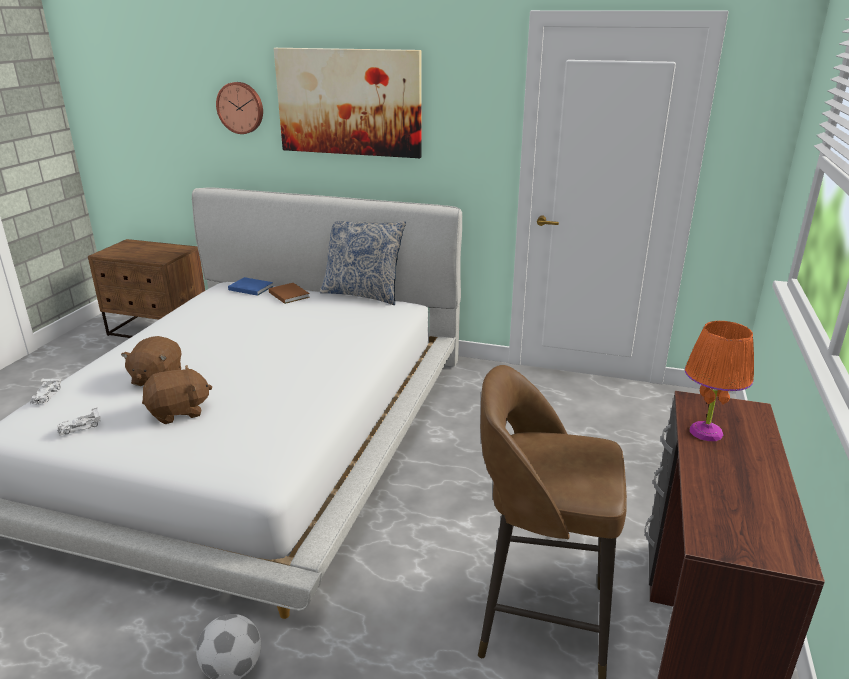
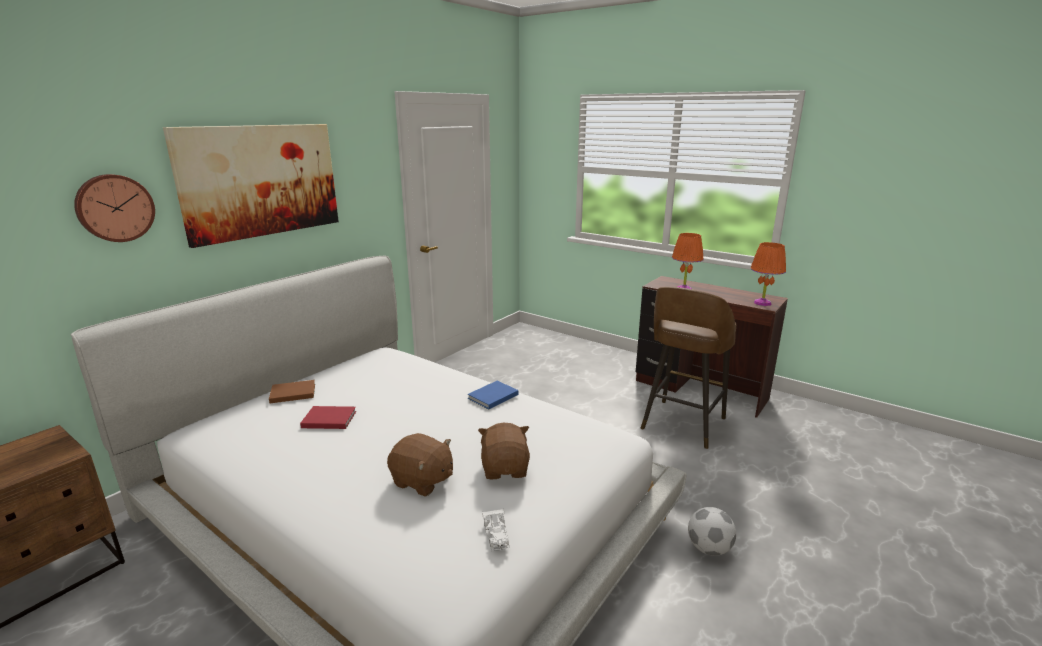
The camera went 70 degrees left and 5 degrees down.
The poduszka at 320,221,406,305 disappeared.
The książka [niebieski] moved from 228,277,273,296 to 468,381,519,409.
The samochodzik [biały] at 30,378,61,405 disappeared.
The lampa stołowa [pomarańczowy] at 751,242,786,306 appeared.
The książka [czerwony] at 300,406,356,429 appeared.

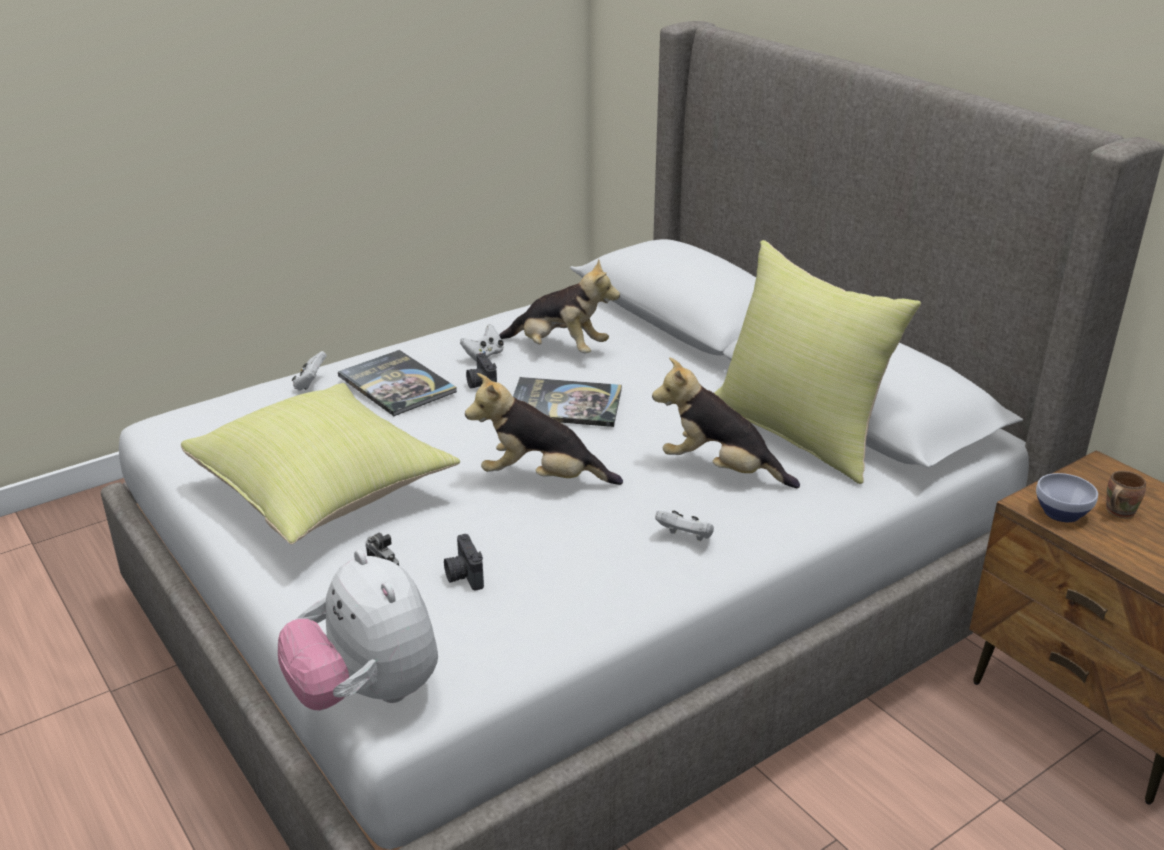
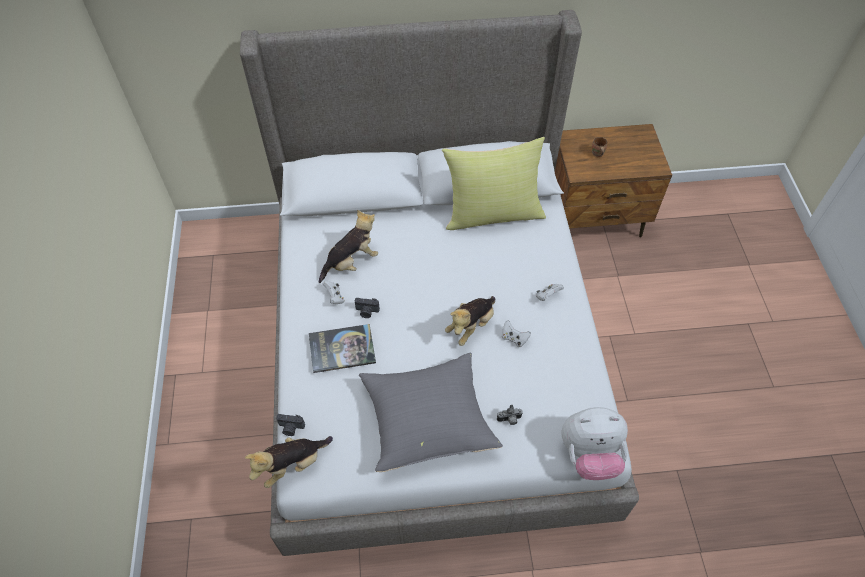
The camera went 60 degrees left and 25 degrees up.
The pad do gier [biały] moved from 292,351,327,391 to 502,320,531,347.
The pluszak moved from 652,357,800,488 to 245,436,333,488.
The książka at 513,377,622,427 disappeared.
The poduszka [żółty] at 181,383,460,544 became the poduszka [szary] at 359,353,503,472.
The miska at 1036,473,1098,522 disappeared.
The aparat fotograficzny moved from 444,534,484,591 to 276,414,305,436.

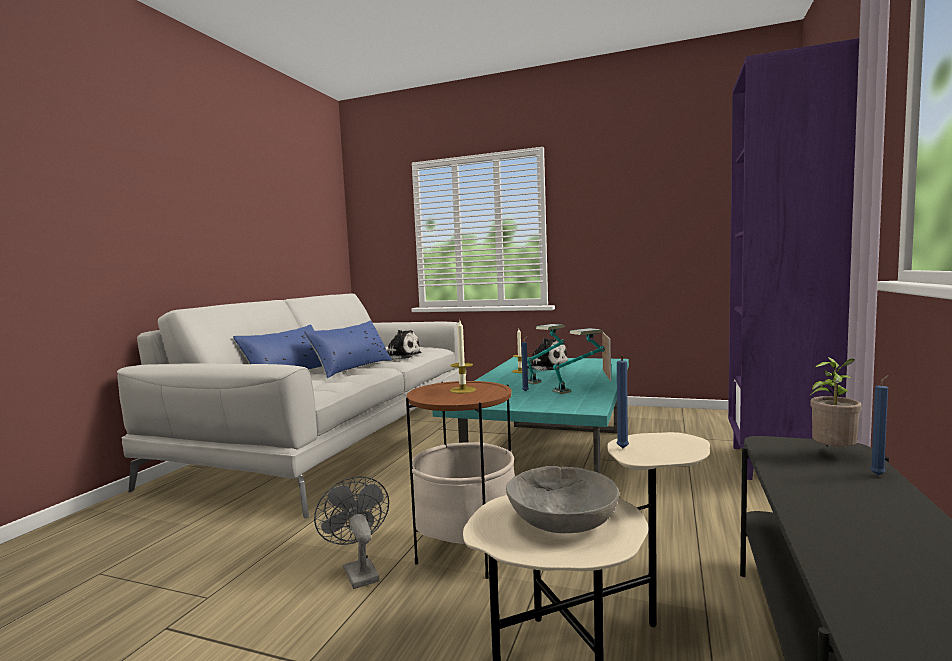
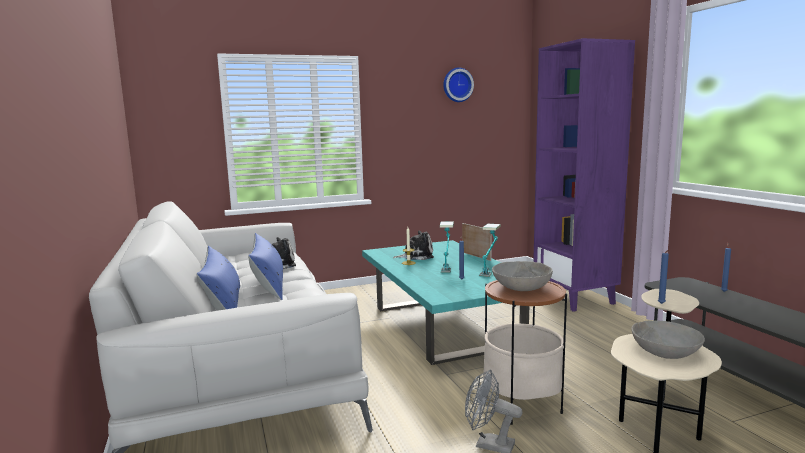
The camera went 40 degrees left and 5 degrees up.
The świeca at 450,320,476,394 was replaced by the miska [szary] at 492,261,553,291.
The roślina doniczkowa at 810,357,862,447 disappeared.
The zegar ścienny at 443,67,474,102 appeared.

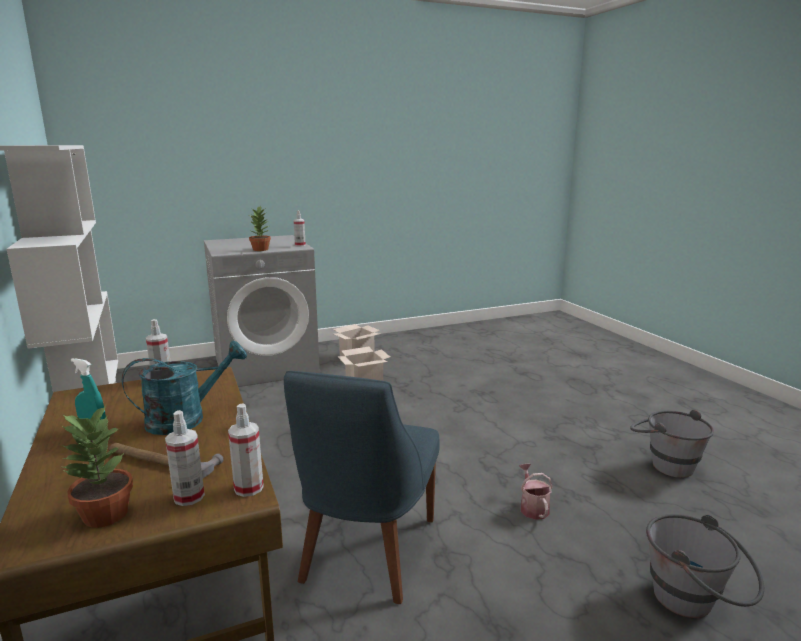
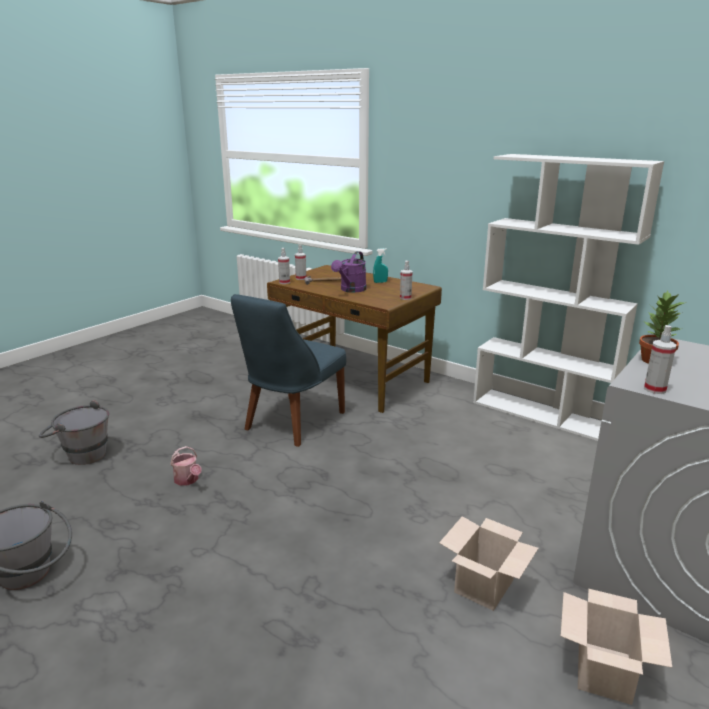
The camera went 150 degrees right and 5 degrees up.
The konewka [turkusowy] at 122,341,247,435 became the konewka [fioletowy] at 331,251,366,293.
The krzesło [niebieski] at 284,371,440,604 turned 135 degrees counterclockwise.
The roślina doniczkowa at 62,405,133,528 disappeared.

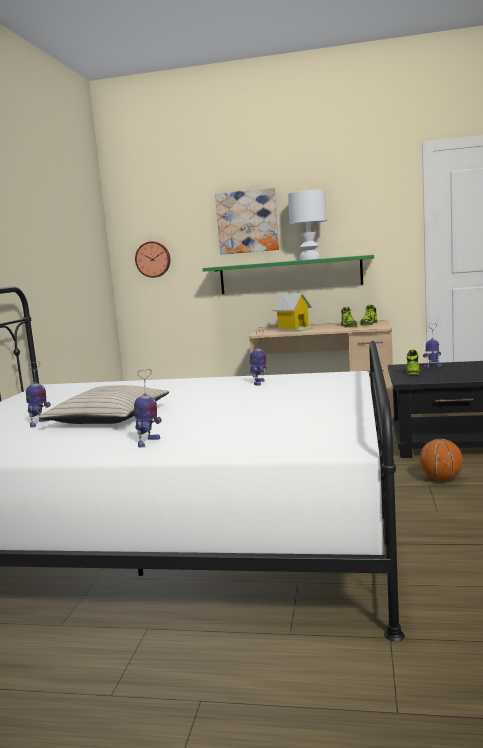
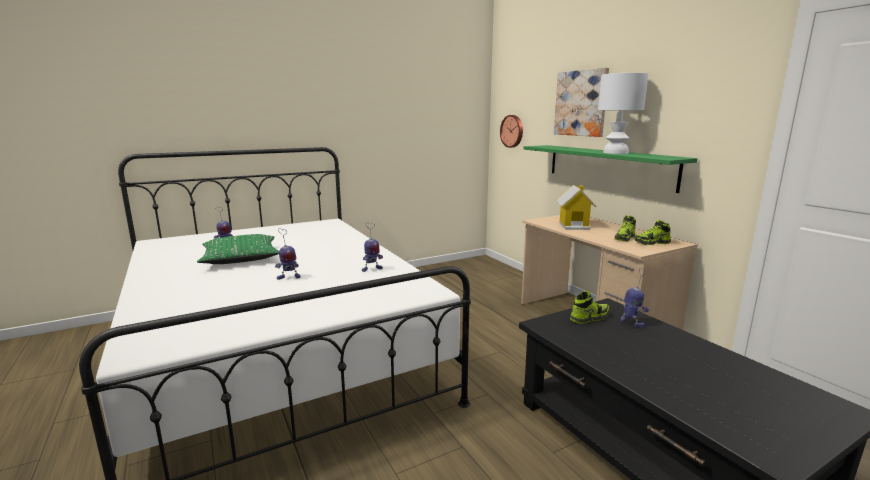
The camera went 50 degrees right and 5 degrees up.
The robot zabawkowy moved from 134,369,162,448 to 275,229,301,280.
The poduszka [beżowy] at 39,385,169,424 became the poduszka [zielony] at 197,234,279,264.
The piłka do koszykówki at 420,439,463,481 disappeared.

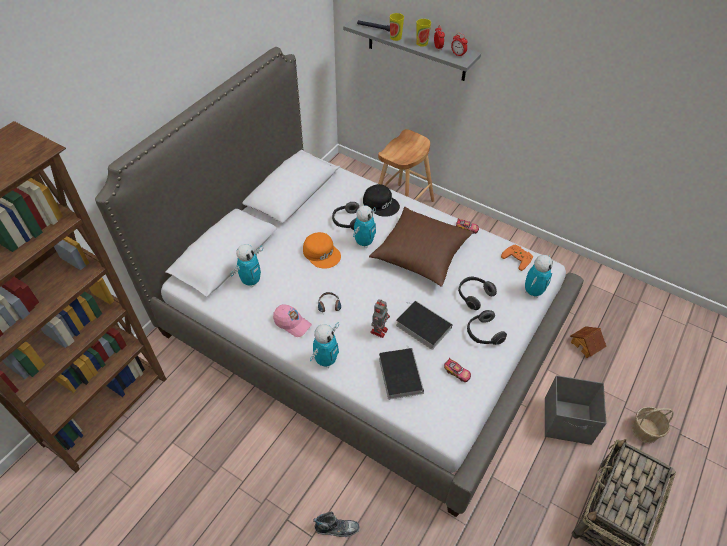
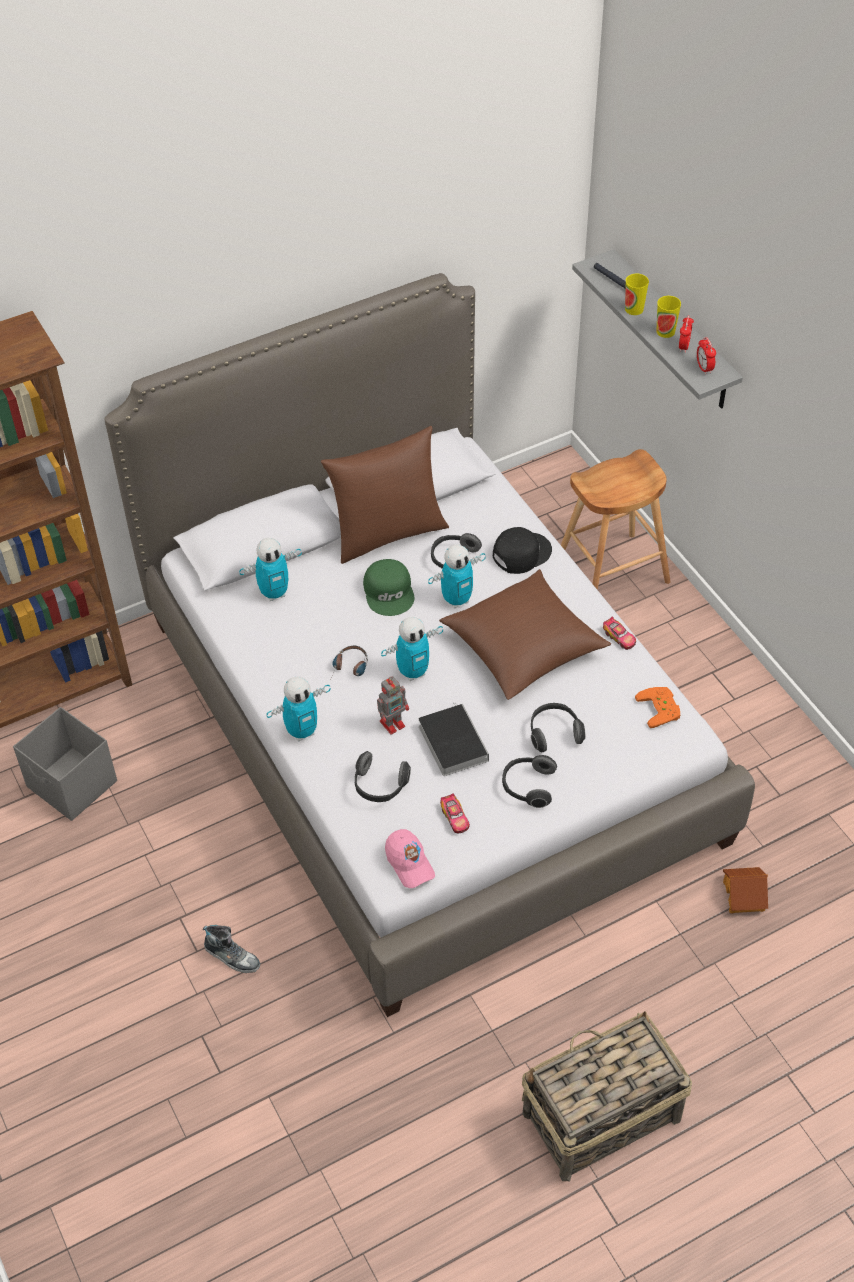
The camera went 30 degrees right and 0 degrees up.
The czapka z daszkiem [czarny] at 363,184,400,217 turned 105 degrees counterclockwise.
The czapka z daszkiem [pomarańczowy] at 303,232,341,269 became the czapka z daszkiem [zielony] at 363,559,414,616.
The robot zabawkowy moved from 525,255,553,298 to 381,617,443,681.
The czapka z daszkiem [różowy] moved from 273,304,312,337 to 385,829,435,888.
The książka at 379,345,424,400 was replaced by the słuchawki at 355,751,411,802.
The pojemnik do przechowywania [szary] moved from 545,375,607,445 to 13,707,117,821.
The koszyk at 632,406,674,443 disappeared.
The poduszka [brązowy] at 321,426,449,564 appeared.

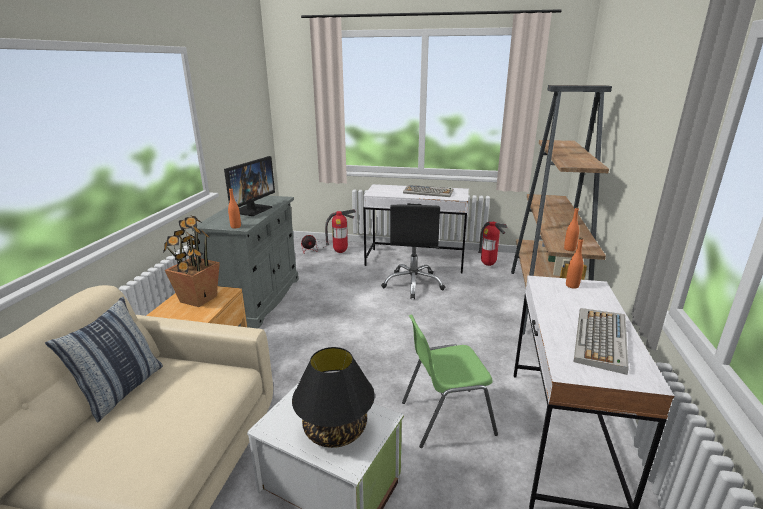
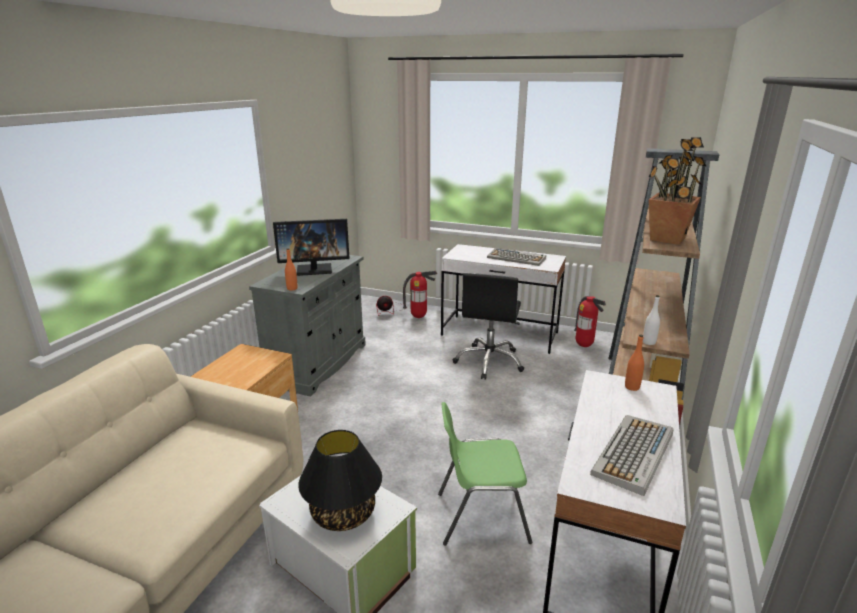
The camera went 10 degrees right and 0 degrees up.
The monitor at 224,156,275,216 turned 45 degrees clockwise.
The butelka [pomarańczowy] at 564,207,579,251 became the butelka [biały] at 643,295,660,345.
The roślina doniczkowa moved from 163,215,220,307 to 649,137,706,245.
The poduszka at 45,296,163,423 disappeared.

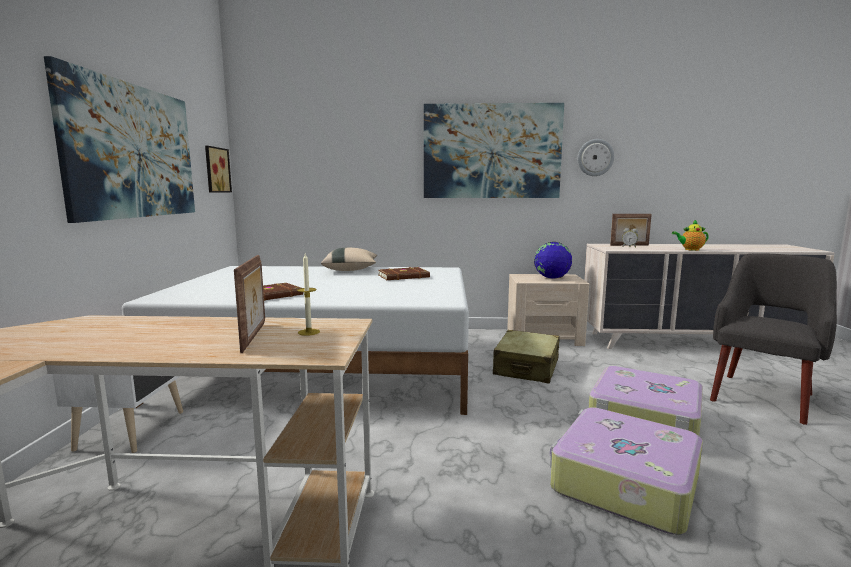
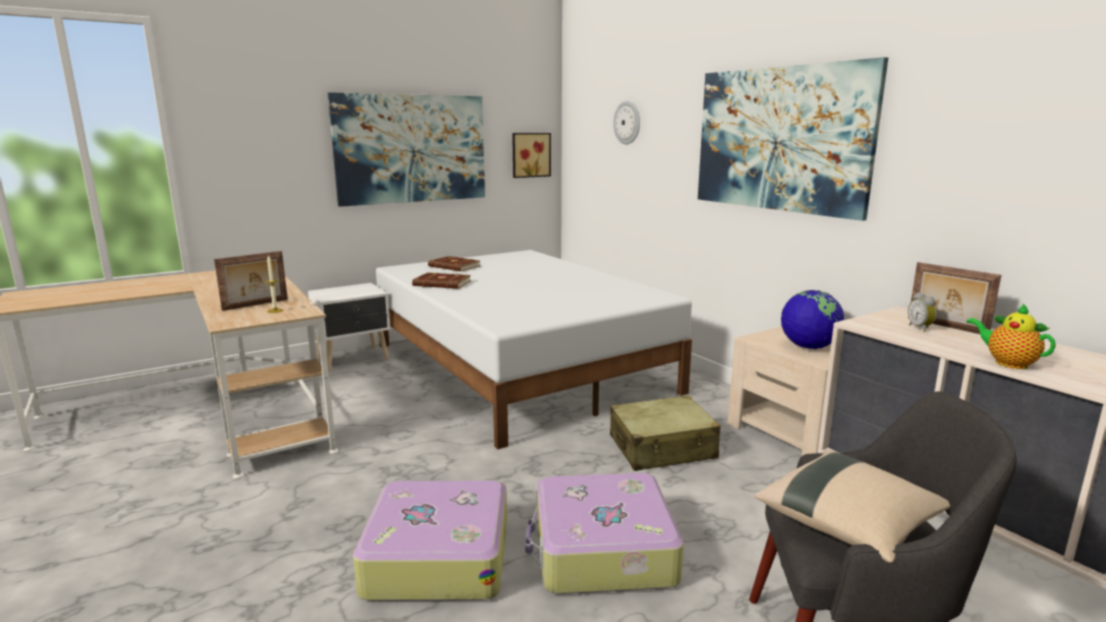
The camera went 55 degrees right and 5 degrees up.
The zegar ścienny moved from 578,139,614,176 to 613,101,640,144.
The poduszka [beżowy] moved from 321,248,377,271 to 754,451,950,563.
The książka [brązowy] moved from 378,267,430,280 to 428,256,480,271.

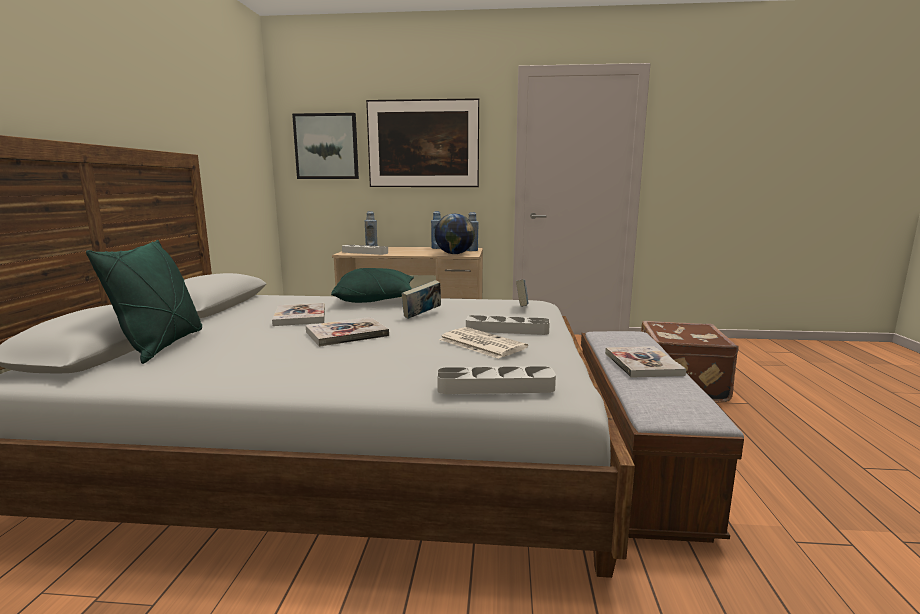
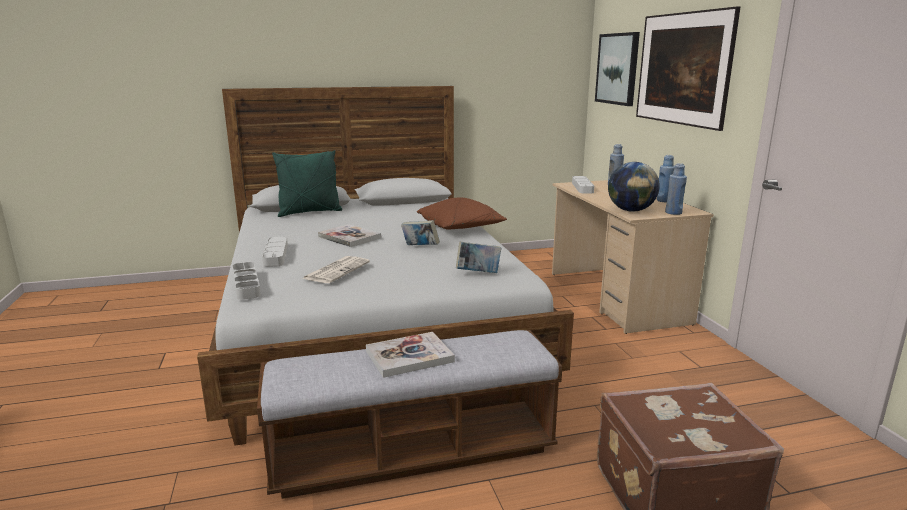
The camera went 70 degrees right and 5 degrees up.
The poduszka [zielony] at 331,268,414,303 became the poduszka [brązowy] at 417,197,507,230.
The książka at 272,303,325,326 disappeared.
The taca [szary] moved from 466,315,550,335 to 262,237,288,267.

